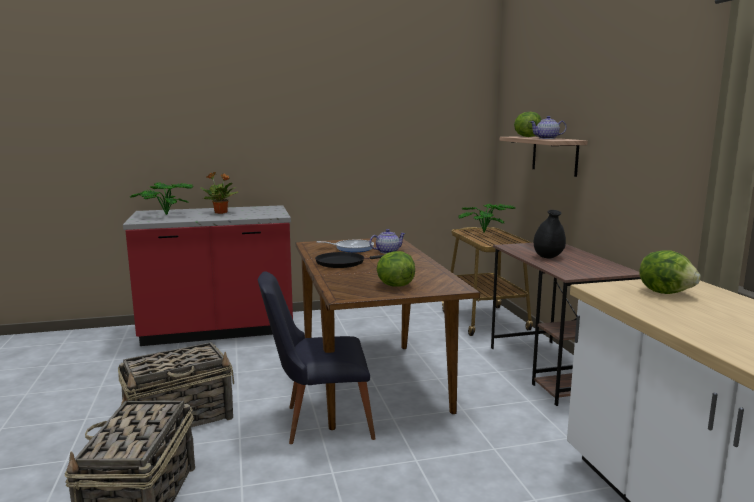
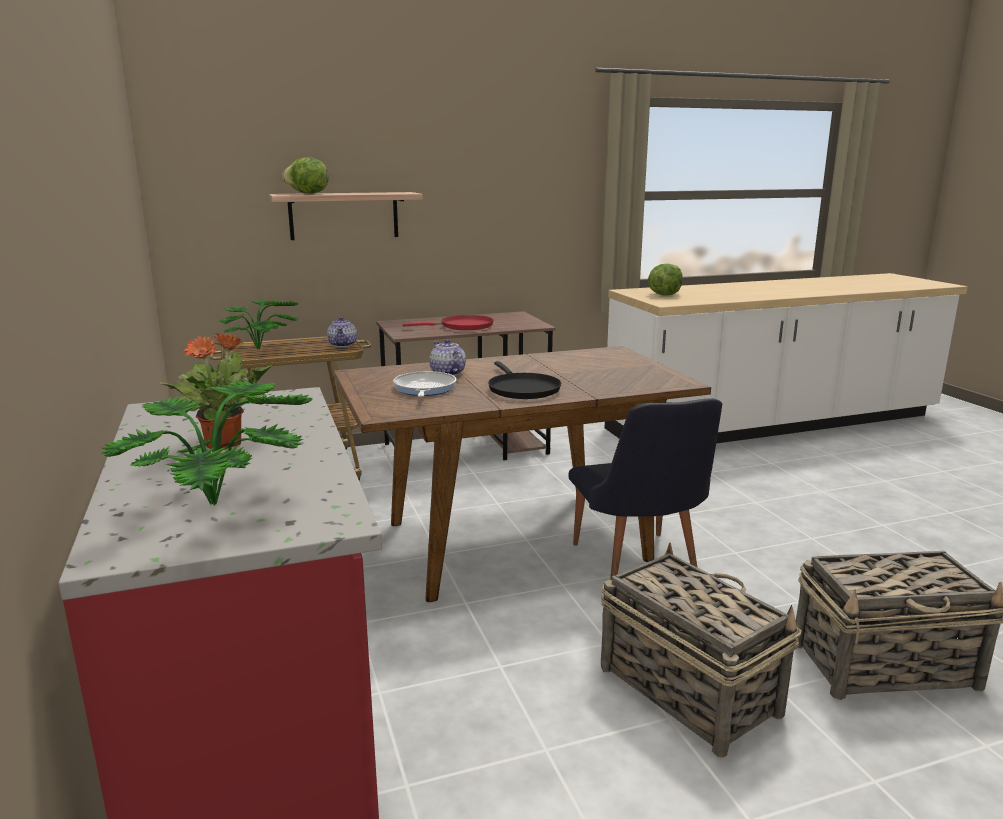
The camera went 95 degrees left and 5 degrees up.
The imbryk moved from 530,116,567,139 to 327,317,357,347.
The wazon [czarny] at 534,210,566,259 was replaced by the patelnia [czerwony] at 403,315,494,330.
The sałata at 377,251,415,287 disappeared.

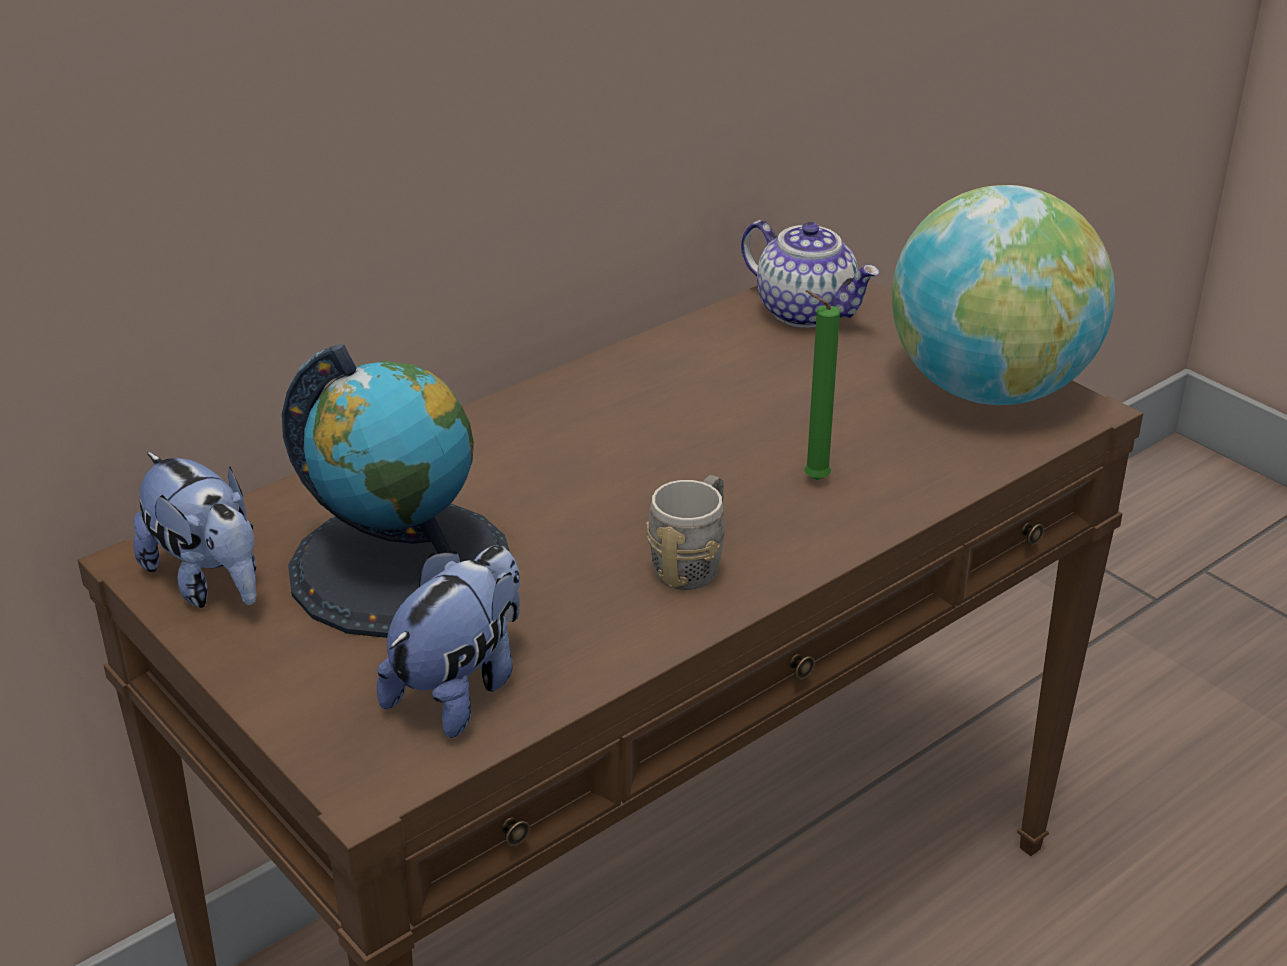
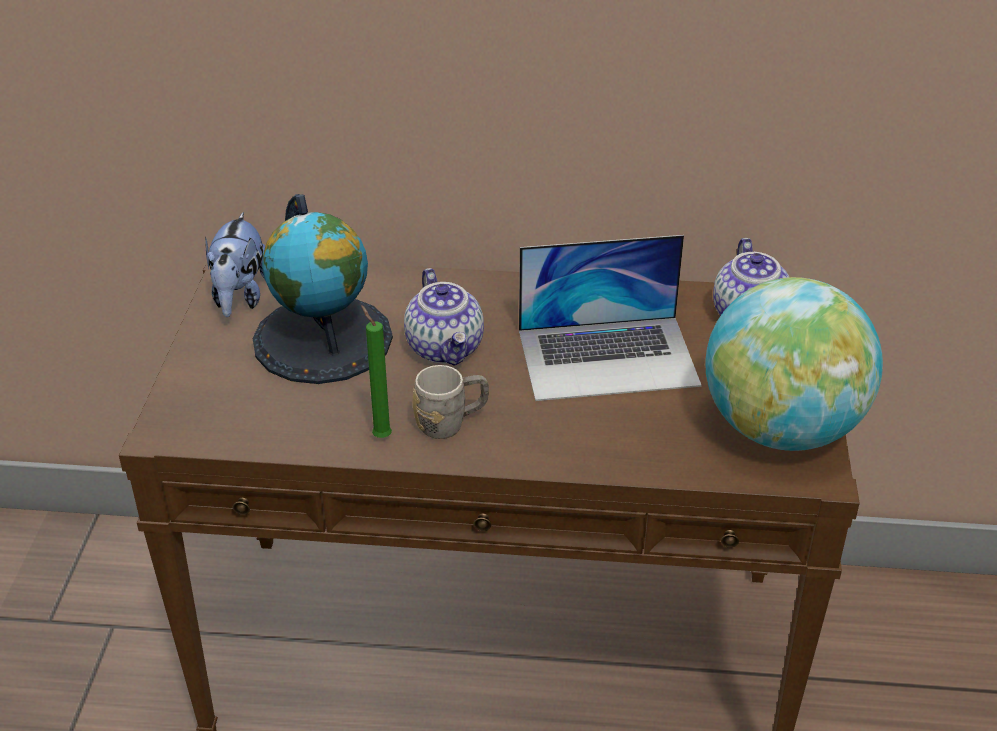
The camera went 45 degrees right and 5 degrees up.
The świeca [zielony] moved from 804,290,840,480 to 361,305,392,438.
The pluszak at 377,546,520,738 disappeared.
The laptop at 519,235,702,401 appeared.
The imbryk at 404,268,484,366 appeared.

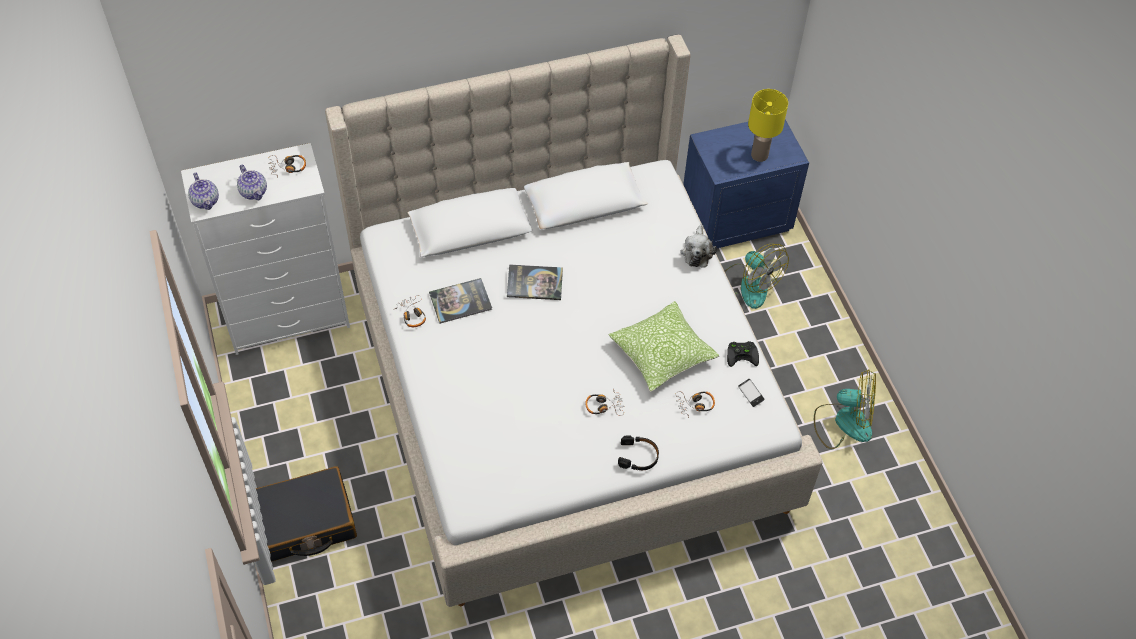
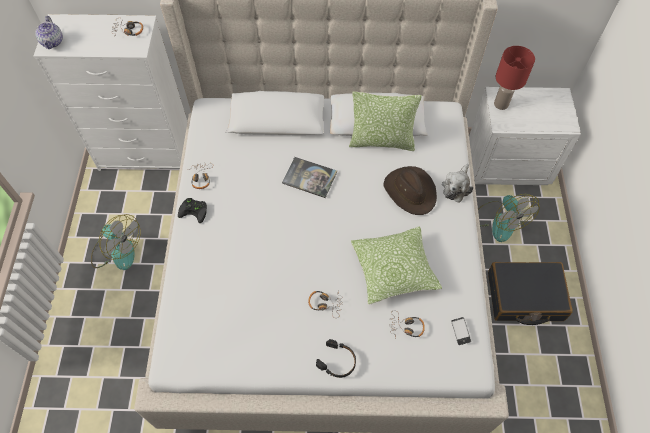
The camera went 20 degrees right and 5 degrees up.
The lampa stołowa [żółty] at 748,89,788,162 disappeared.
The szafka nocna [niebieski] at 683,119,809,248 became the szafka nocna [biały] at 469,87,581,185.
The imbryk at 237,164,267,200 disappeared.
The książka at 429,278,492,324 disappeared.
The pad do gier [czarny] moved from 727,341,759,367 to 178,198,207,223.
The wentylator moved from 814,369,876,449 to 91,214,141,270.
The walizka [czarny] moved from 256,466,357,562 to 488,262,573,325.
The lampa stołowa [czerwony] at 494,46,535,110 appeared.
The poduszka at 349,91,422,151 appeared.
The kapelusz [brązowy] at 384,166,437,215 appeared.

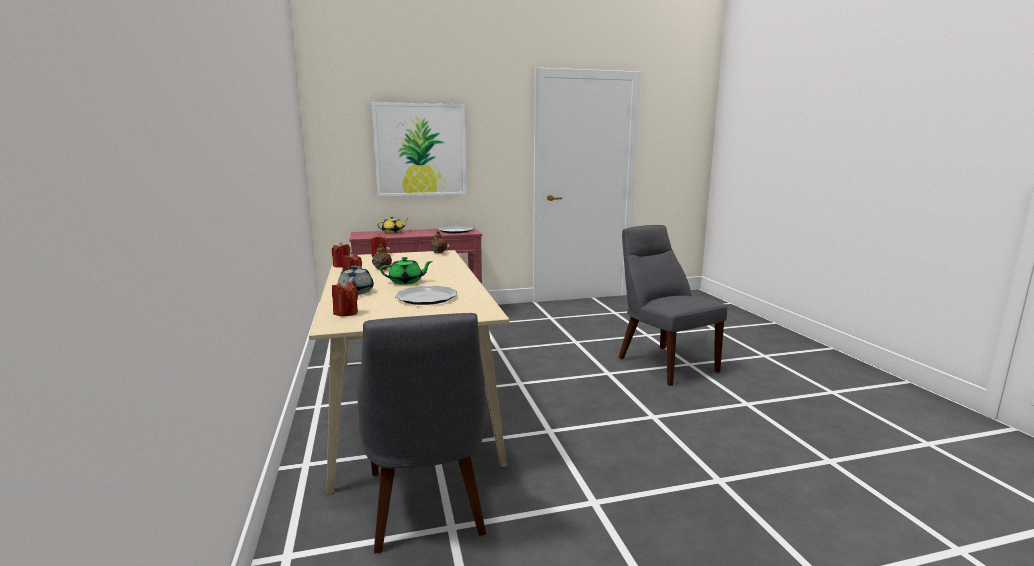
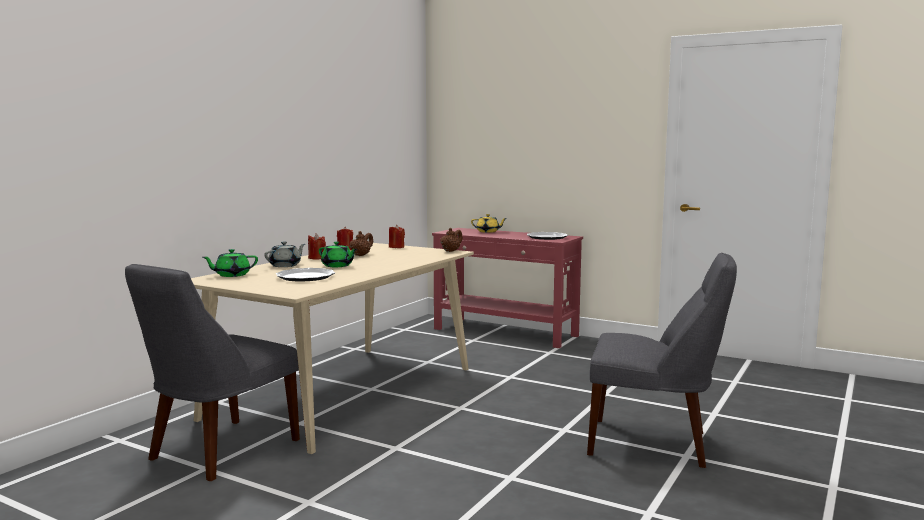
The camera went 45 degrees right and 5 degrees down.
The obraz at 372,102,467,196 disappeared.
The krzesło [szary] at 618,225,727,386 turned 90 degrees clockwise.
The świeca [czerwony] at 332,281,358,316 was replaced by the imbryk [zielony] at 203,249,258,277.

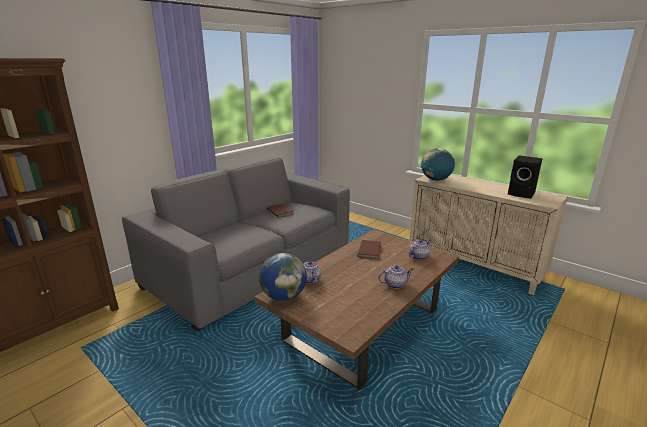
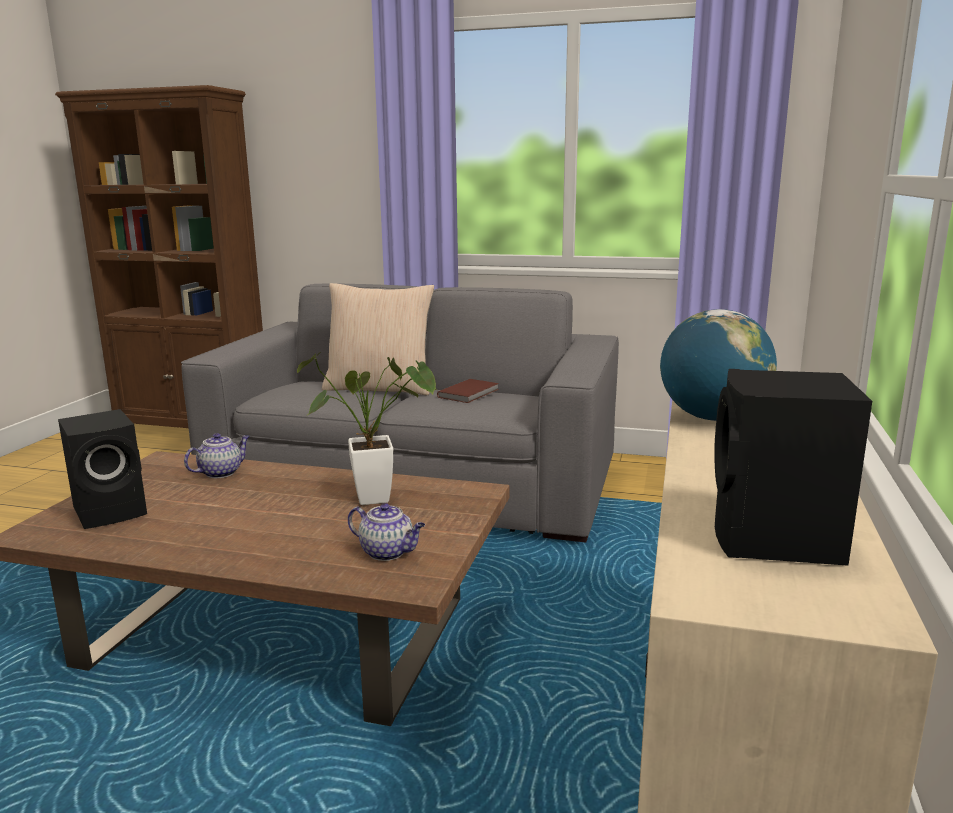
The camera went 65 degrees right and 5 degrees down.
The książka [brązowy] at 357,240,381,259 was replaced by the roślina doniczkowa at 297,352,437,505.
The globus at 259,253,307,301 disappeared.
The imbryk at 378,265,413,289 disappeared.
The poduszka [beżowy] at 322,283,434,395 appeared.
The głośnik [czarny] at 58,409,147,529 appeared.

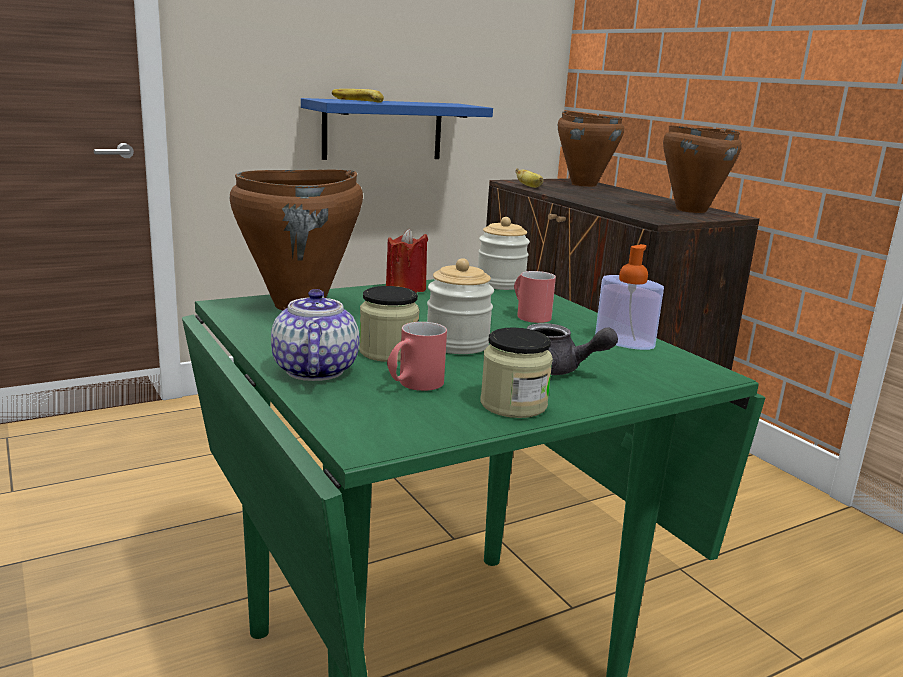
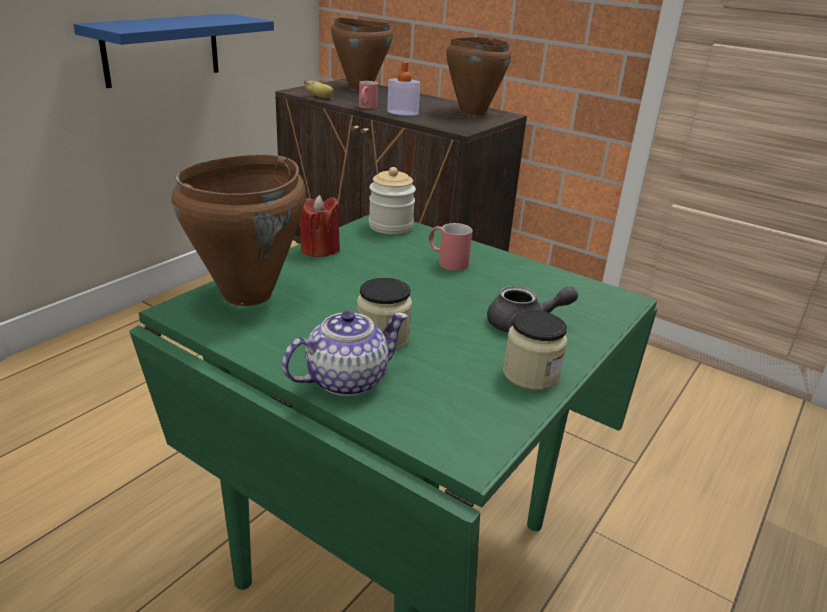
The camera went 25 degrees left and 10 degrees up.
The banan at 332,89,384,103 disappeared.
The dozownik mydła moved from 595,244,664,350 to 387,61,420,116.
The słoik at 427,258,494,354 disappeared.
The imbryk at 271,289,360,381 turned 90 degrees clockwise.
The kubek [czerwony] moved from 387,322,447,391 to 359,81,378,109.

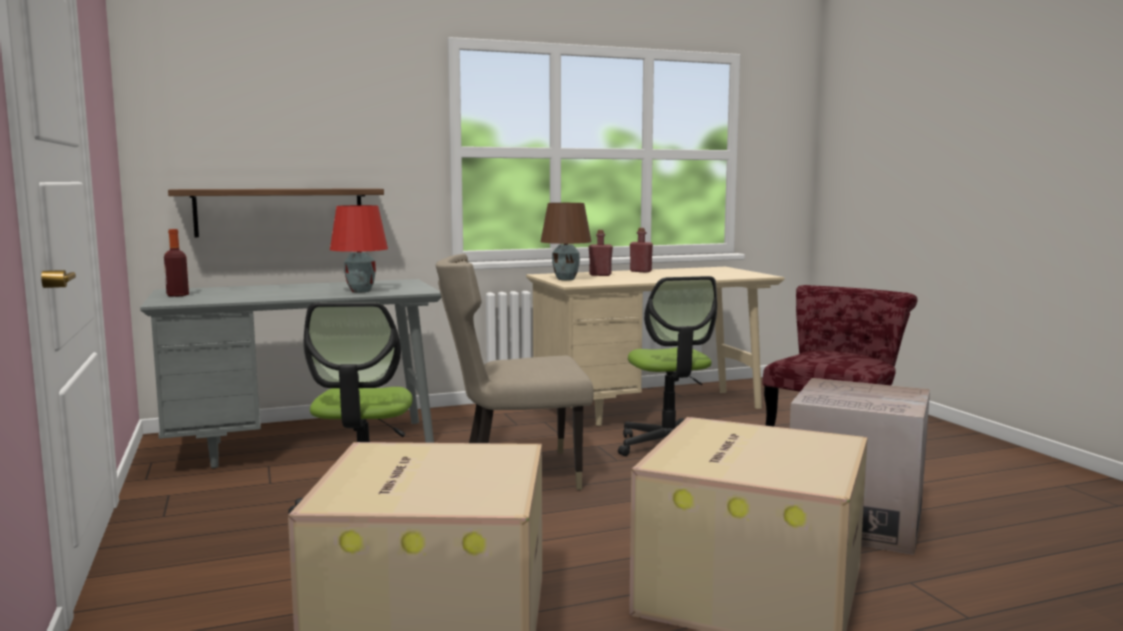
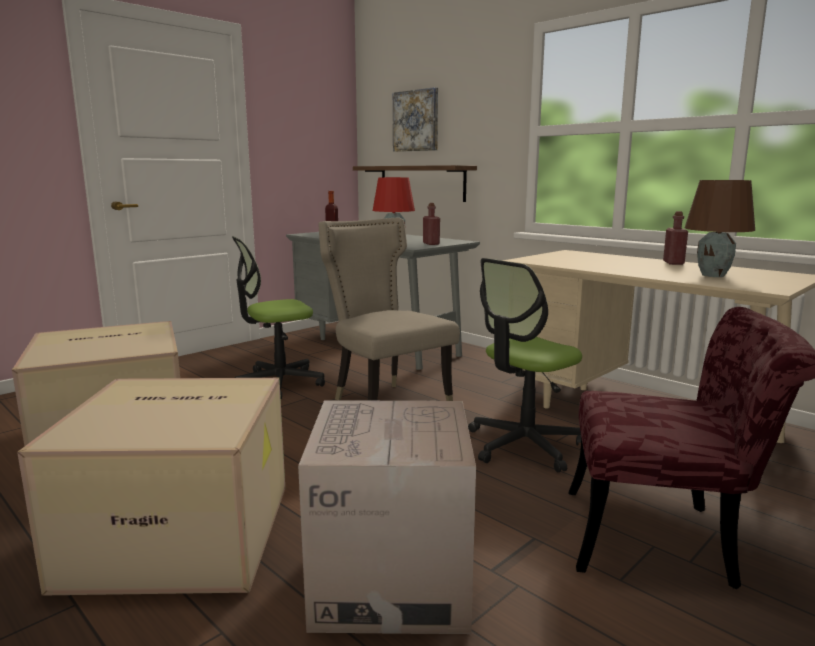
The camera went 65 degrees right and 5 degrees up.
The lampa stołowa [brązowy] moved from 541,203,592,280 to 685,180,755,277.
The butelka [czerwony] moved from 589,230,613,276 to 423,203,440,245.
The obraz at 393,87,438,152 appeared.

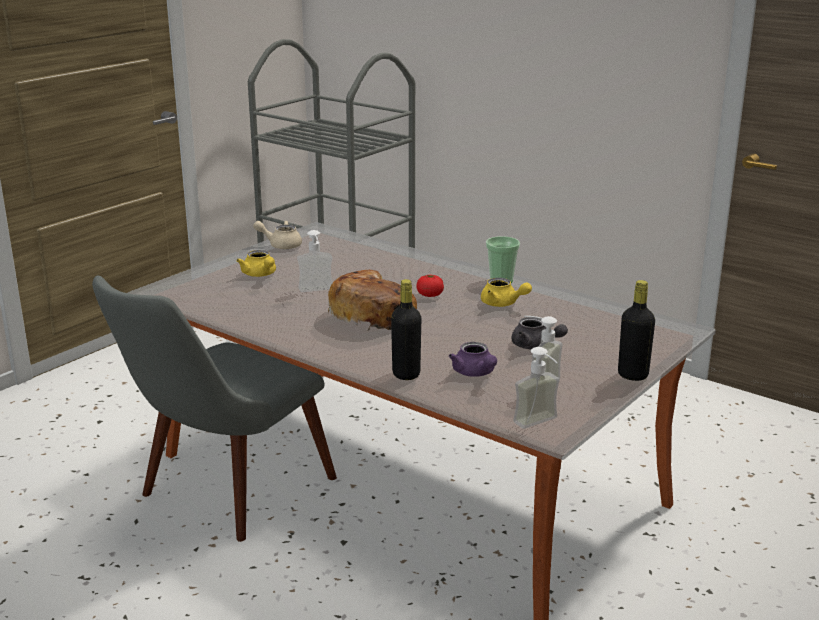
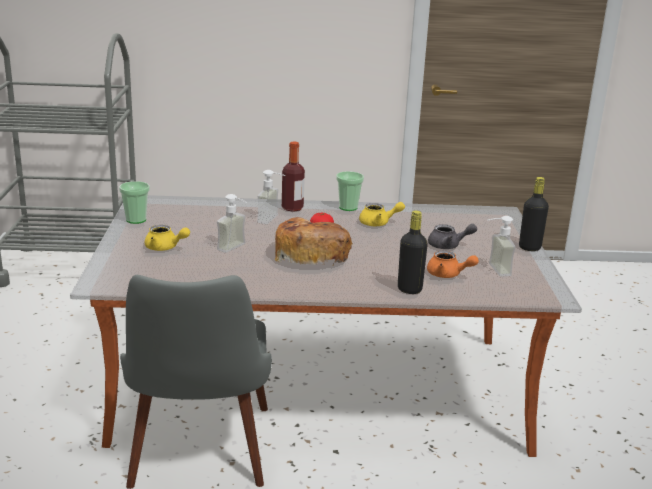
The camera went 40 degrees left and 0 degrees up.
The imbryk [beżowy] at 253,221,302,249 was replaced by the filiżanka at 119,181,150,224.
The imbryk [fioletowy] at 449,342,497,377 became the imbryk [pomarańczowy] at 427,251,479,278.
The dozownik mydła moved from 513,347,560,429 to 257,170,285,224.
The butelka at 282,142,305,212 appeared.

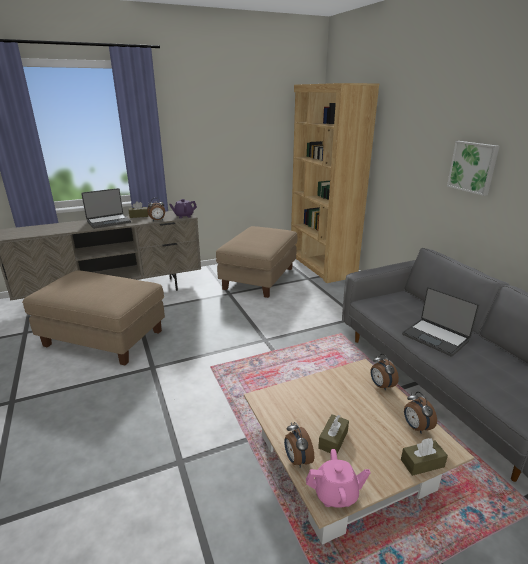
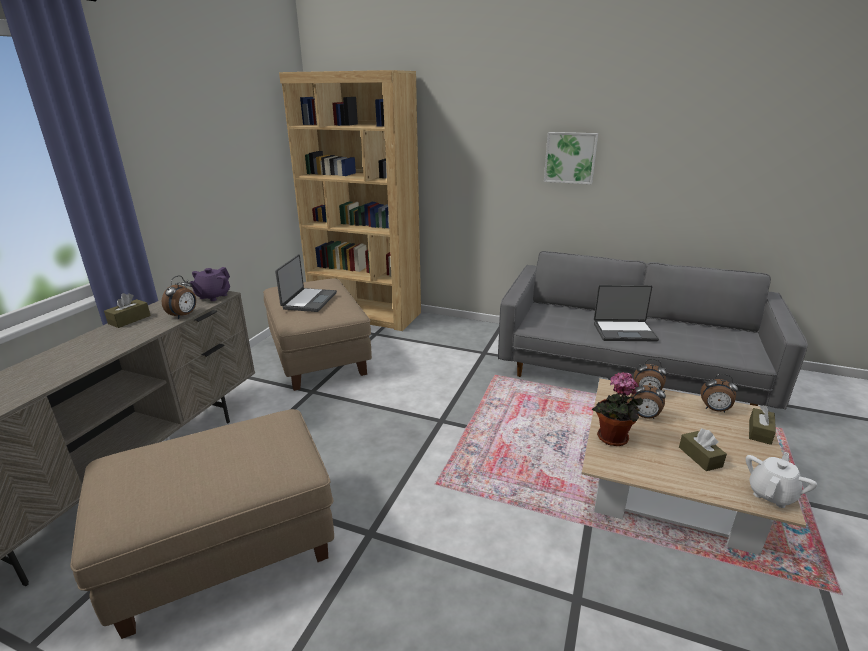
The camera went 45 degrees left and 0 degrees up.
The laptop moved from 81,188,131,229 to 275,255,337,312.
The budzik moved from 284,422,314,468 to 631,380,666,419.
The imbryk [różowy] at 306,449,371,508 became the imbryk [biały] at 746,452,817,508.
The roślina doniczkowa at 592,372,643,446 appeared.

